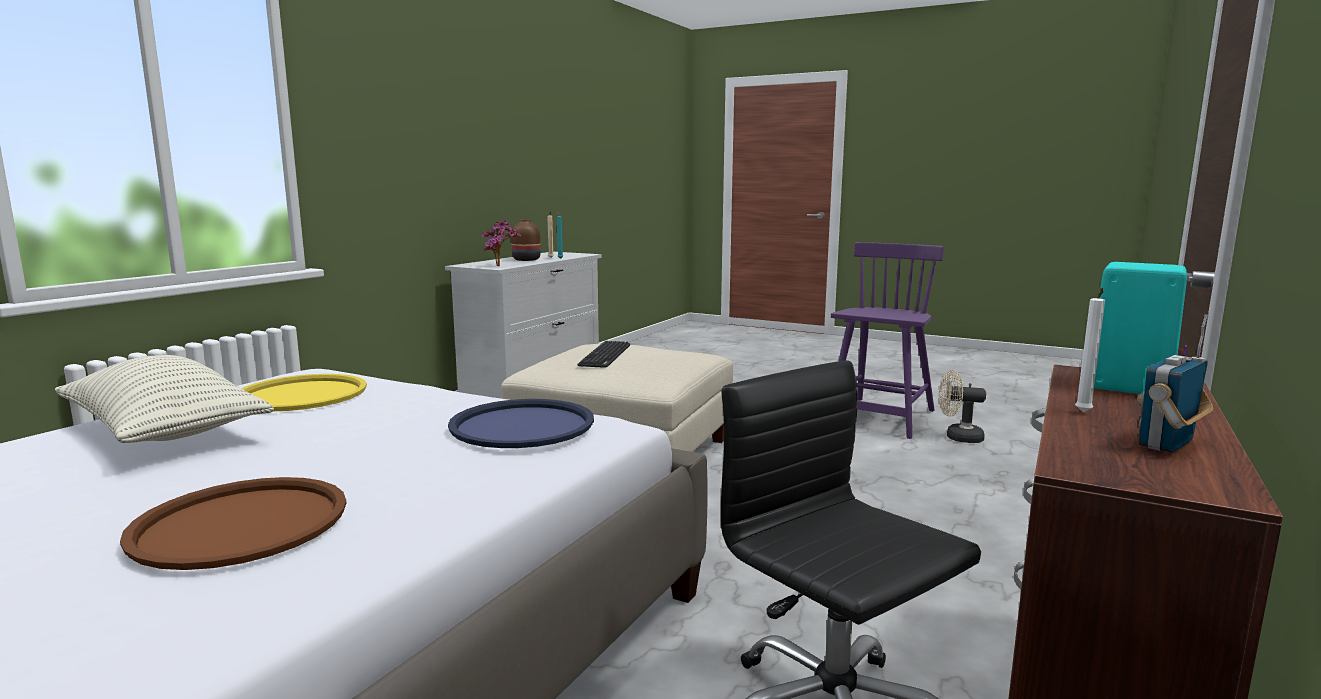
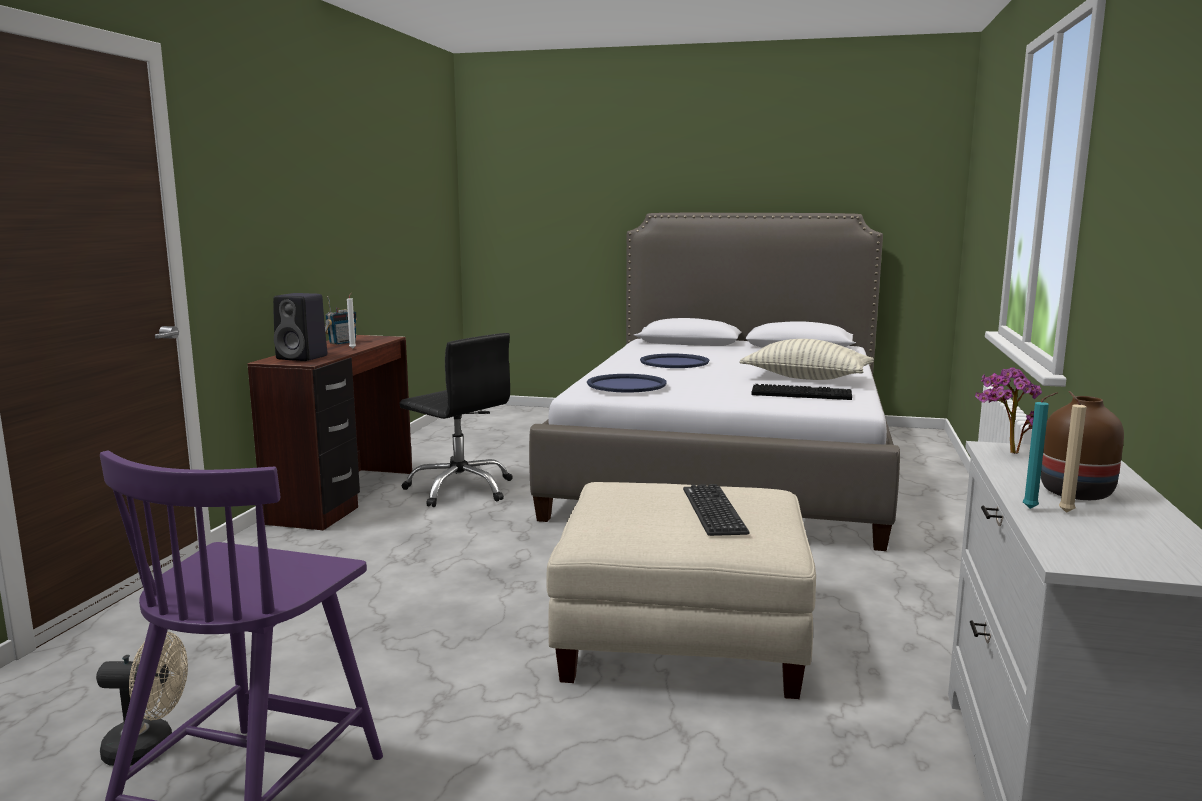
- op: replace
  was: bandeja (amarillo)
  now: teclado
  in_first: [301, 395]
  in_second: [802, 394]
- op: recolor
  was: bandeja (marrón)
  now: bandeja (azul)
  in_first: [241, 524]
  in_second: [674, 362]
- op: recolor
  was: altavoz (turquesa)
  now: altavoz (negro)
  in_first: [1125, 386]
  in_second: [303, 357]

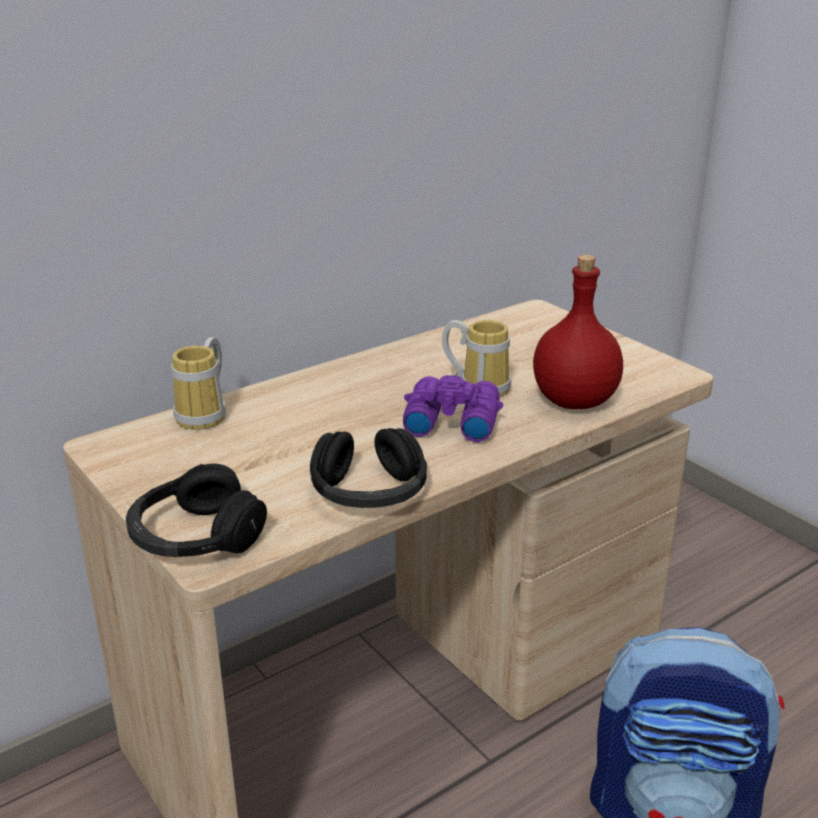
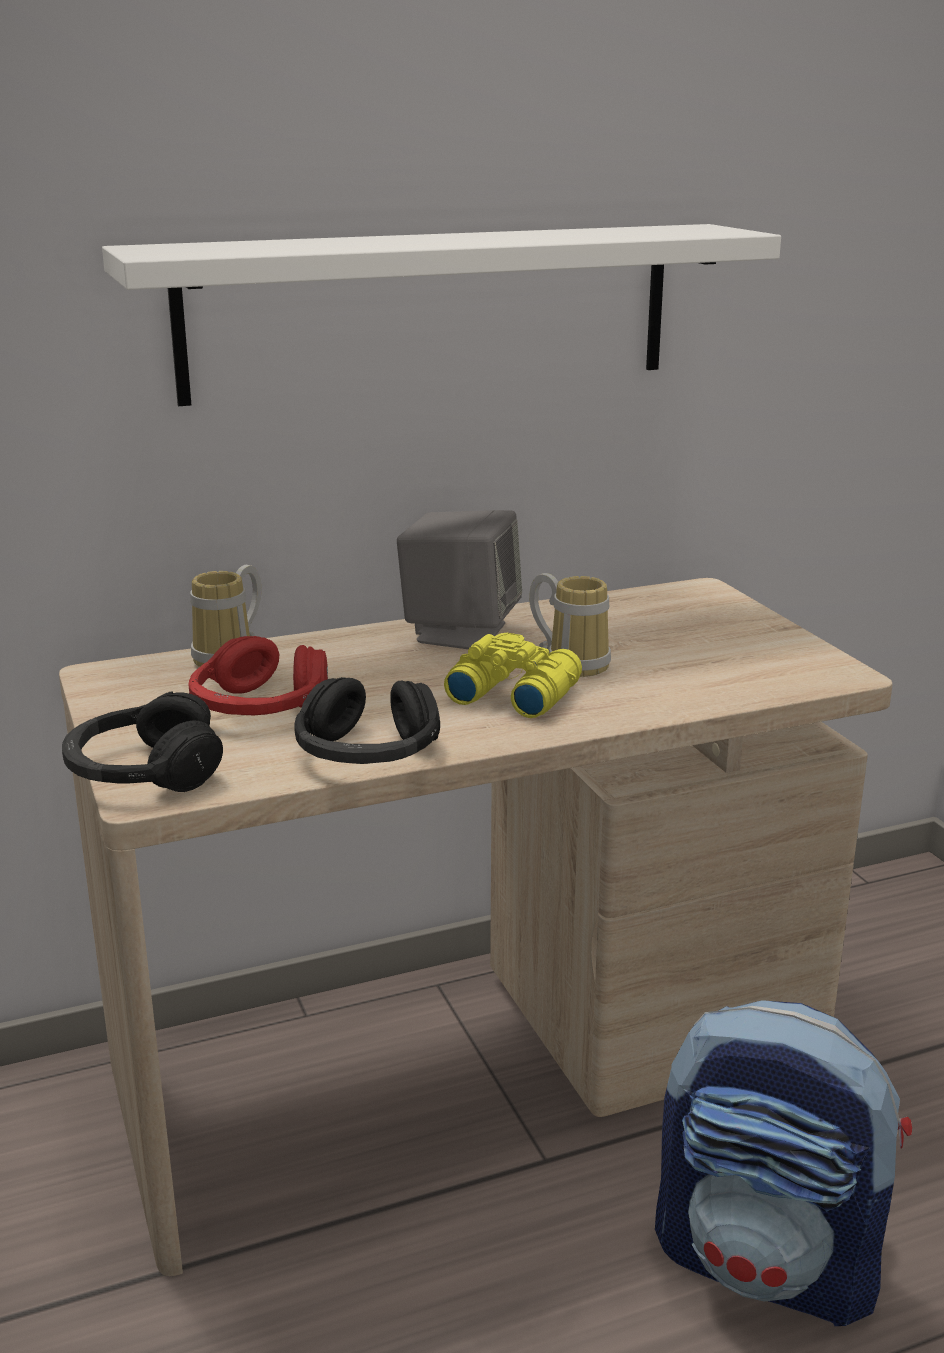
- op: delete
  was: botella (rojo)
  in_first: [572, 401]
- op: insert
  now: estante (blanco)
  in_second: [431, 311]
- op: insert
  now: auriculares (rojo)
  in_second: [259, 708]
- op: insert
  now: altavoz (gris)
  in_second: [460, 632]
- op: recolor
  was: prismáticos (morado)
  now: prismáticos (amarillo)
  in_first: [450, 421]
  in_second: [512, 693]

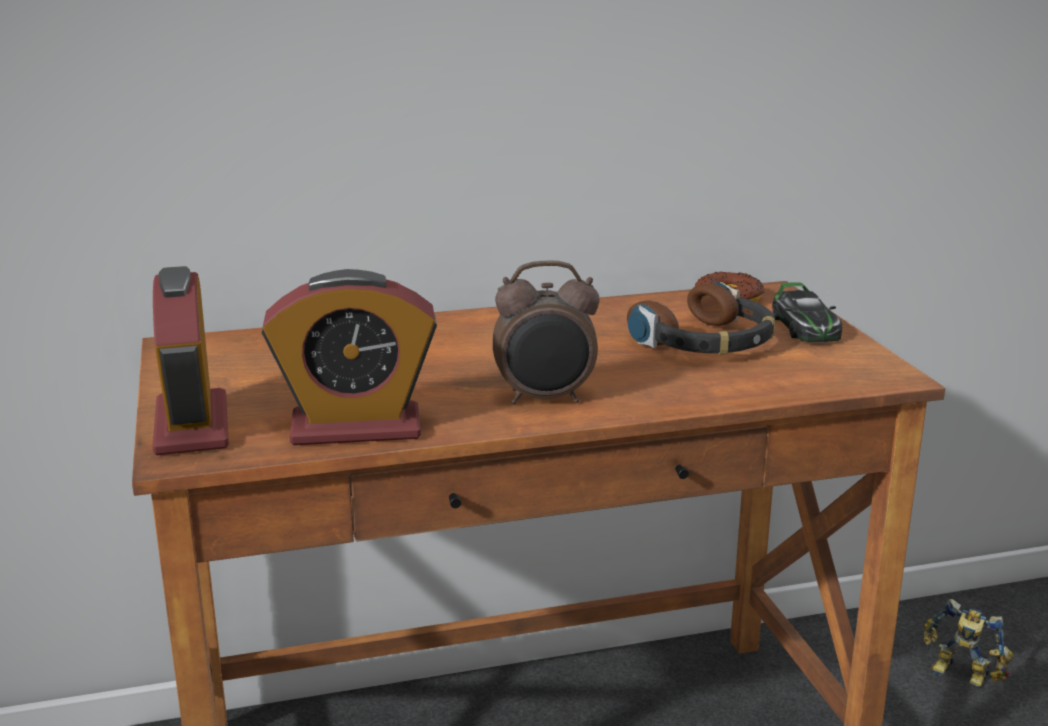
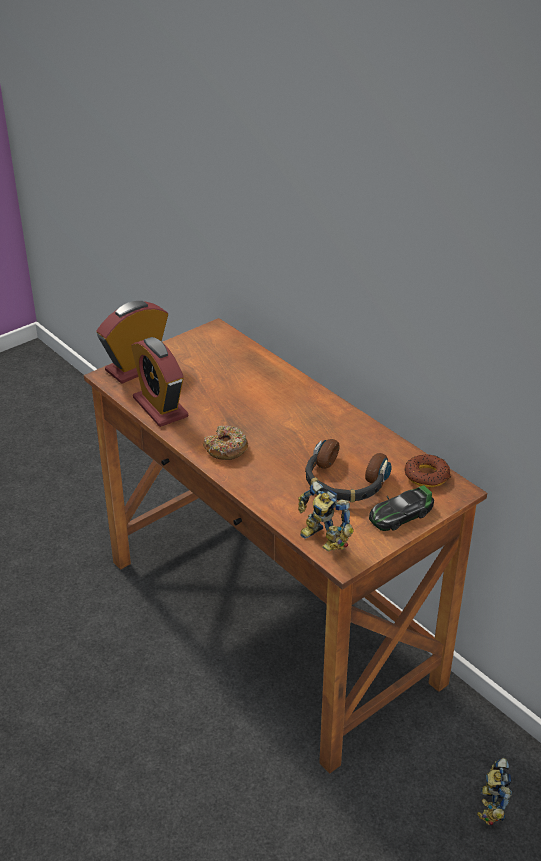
- op: insert
  now: robot de juguete
  in_second: [321, 540]
- op: replace
  was: despertador
  now: rosquilla
  in_first: [545, 399]
  in_second: [226, 449]

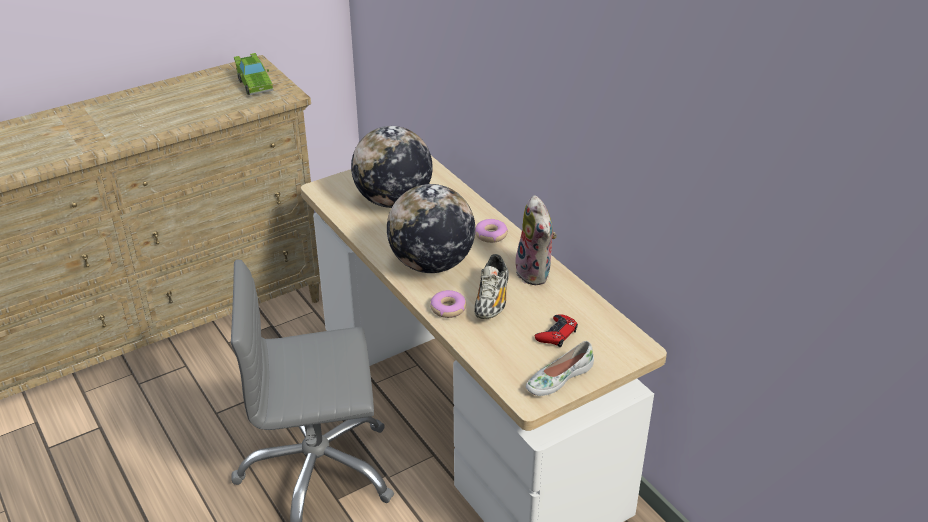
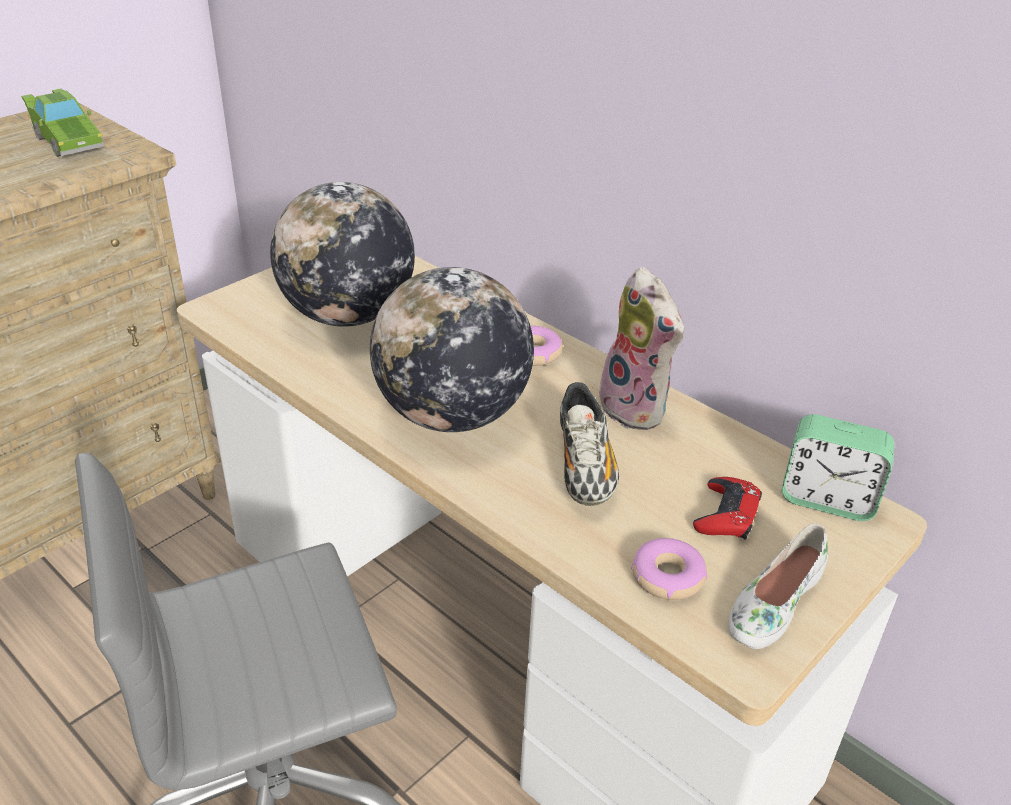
- op: insert
  now: despertador
  in_second: [827, 499]
- op: move
  was: rosquilla
  in_first: [448, 308]
  in_second: [667, 577]

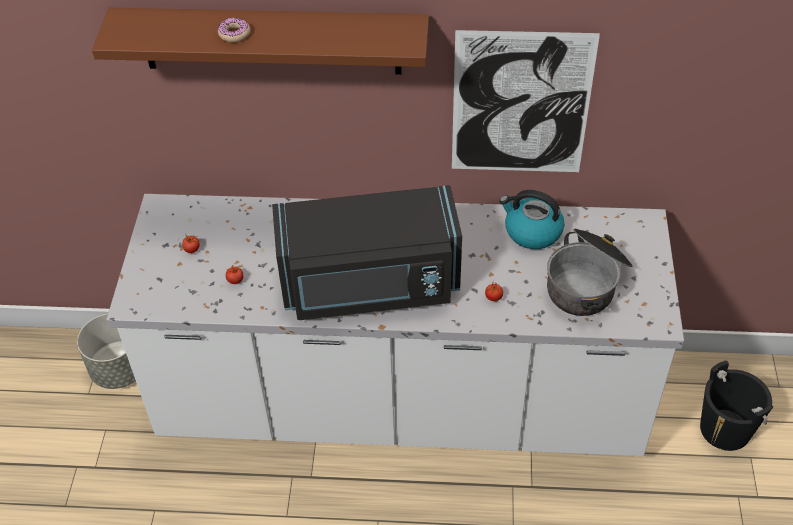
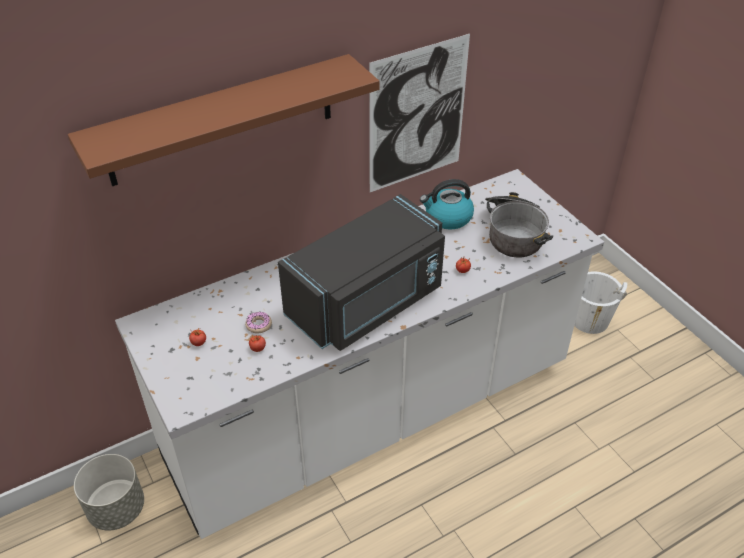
- op: move
  was: rosquilla
  in_first: [234, 34]
  in_second: [259, 325]
- op: recolor
  was: cubo (negro)
  now: cubo (blanco)
  in_first: [725, 429]
  in_second: [589, 320]

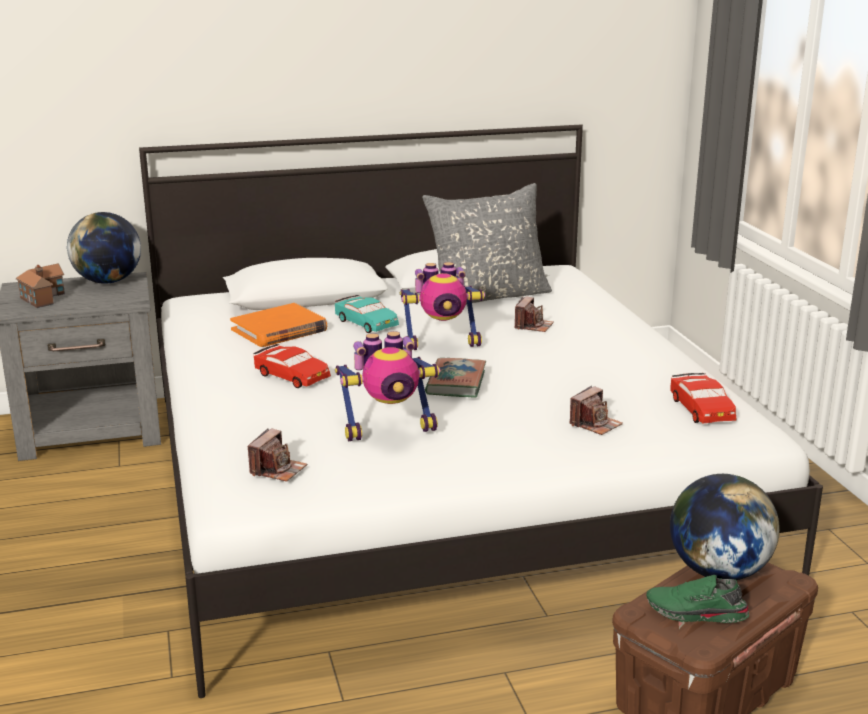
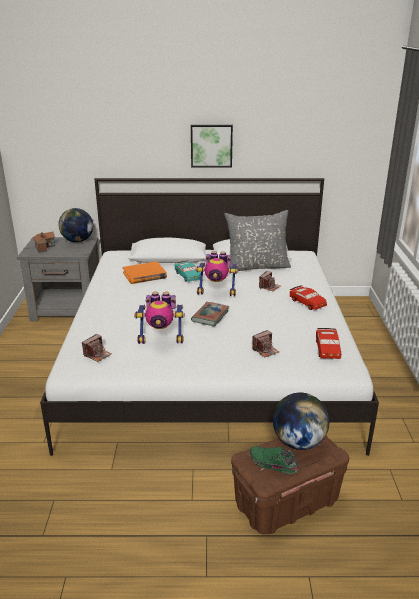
- op: insert
  now: cuadro
  in_second: [211, 145]
- op: move
  was: coche de juguete (rojo)
  in_first: [292, 375]
  in_second: [307, 302]

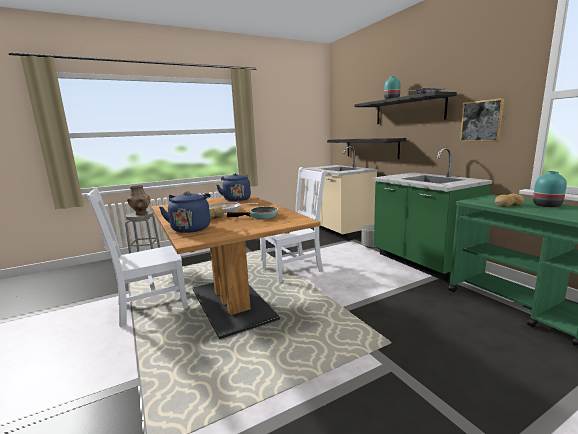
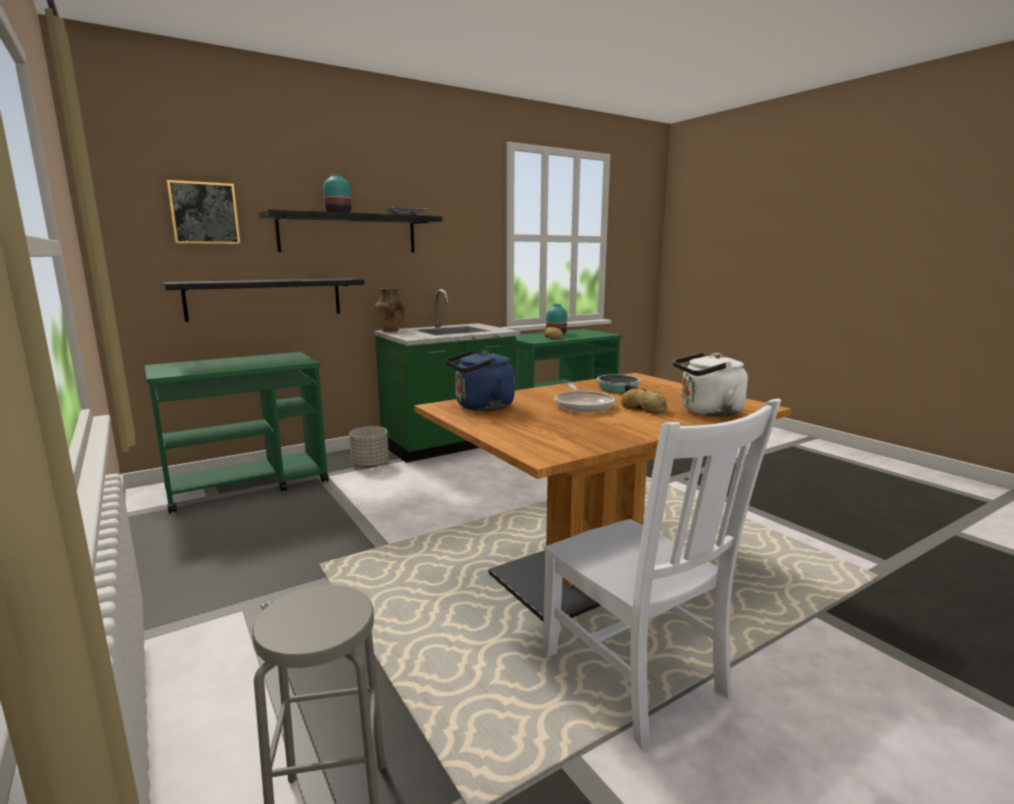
- op: delete
  was: silla (blanco)
  in_first: [294, 269]
- op: move
  was: florero (marrón)
  in_first: [141, 214]
  in_second: [390, 330]
- op: move
  was: cuadro
  in_first: [481, 121]
  in_second: [204, 213]
- op: replace
  was: mueble bajo de cocina (beis)
  now: carrito (verde)
  in_first: [337, 230]
  in_second: [249, 485]
- op: recolor
  was: hervidor (azul)
  now: hervidor (blanco)
  in_first: [191, 228]
  in_second: [707, 412]

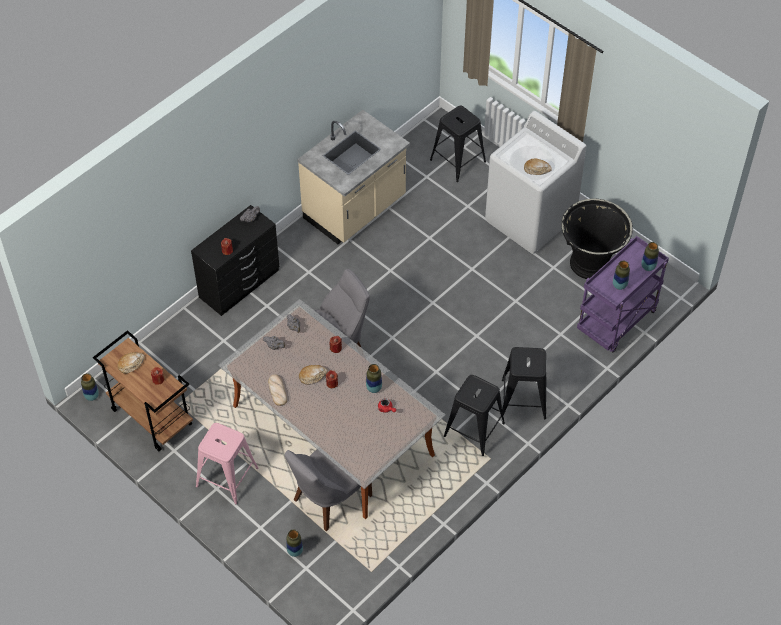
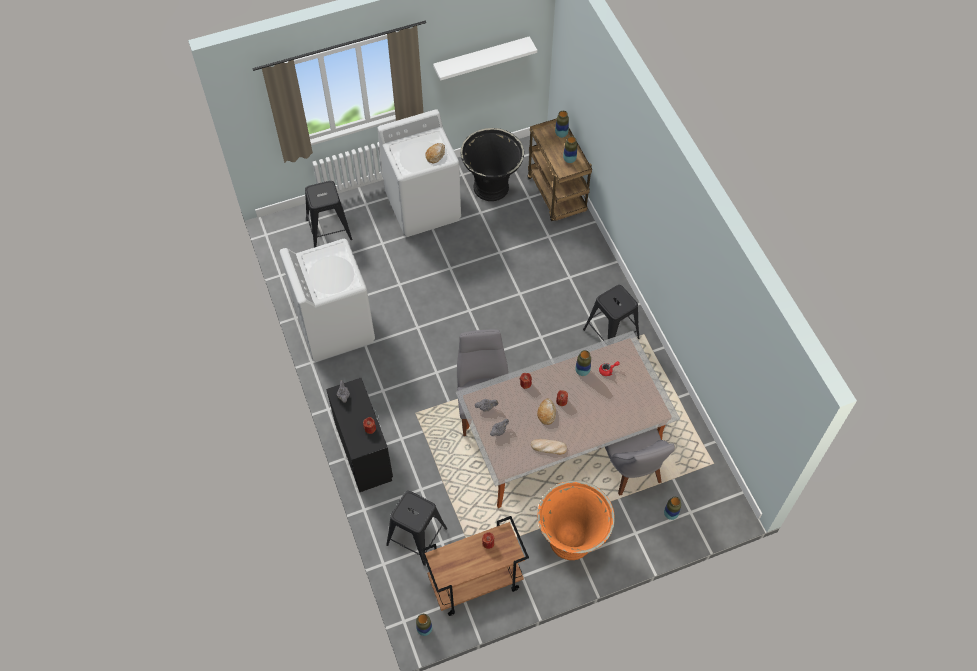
- op: delete
  was: pan
  in_first: [131, 364]
- op: insert
  now: estante (blanco)
  in_second: [481, 58]
- op: move
  was: taburete (negro)
  in_first: [524, 399]
  in_second: [417, 536]
- op: replace
  was: taburete (rosa)
  now: maceta (naranja)
  in_first: [227, 477]
  in_second: [571, 540]
- op: replace
  was: mueble bajo de cocina (beis)
  now: lavadora (blanco)
  in_first: [355, 209]
  in_second: [335, 326]
- op: recolor
  was: carrito (morado)
  now: carrito (marrón)
  in_first: [616, 323]
  in_second: [557, 196]

